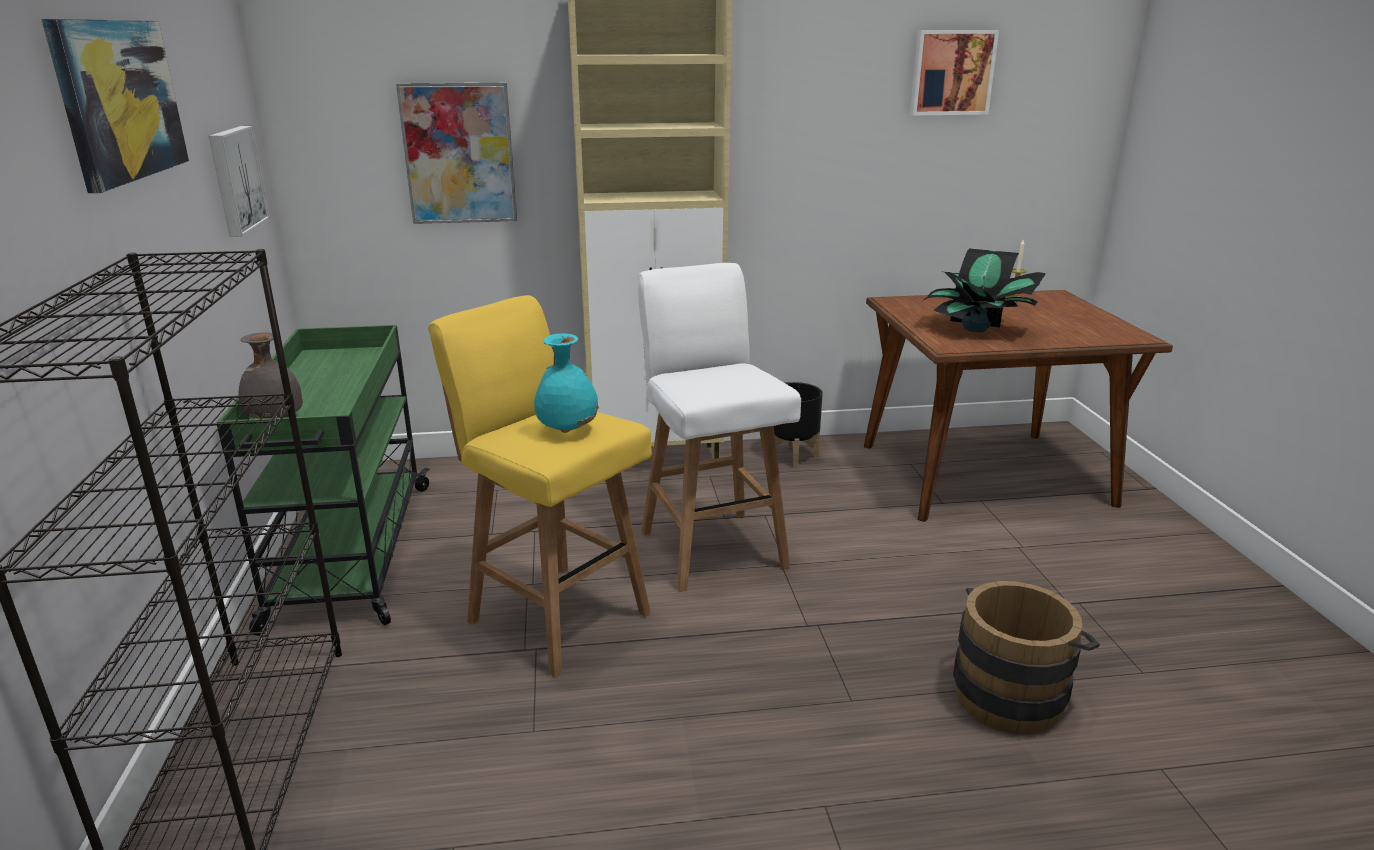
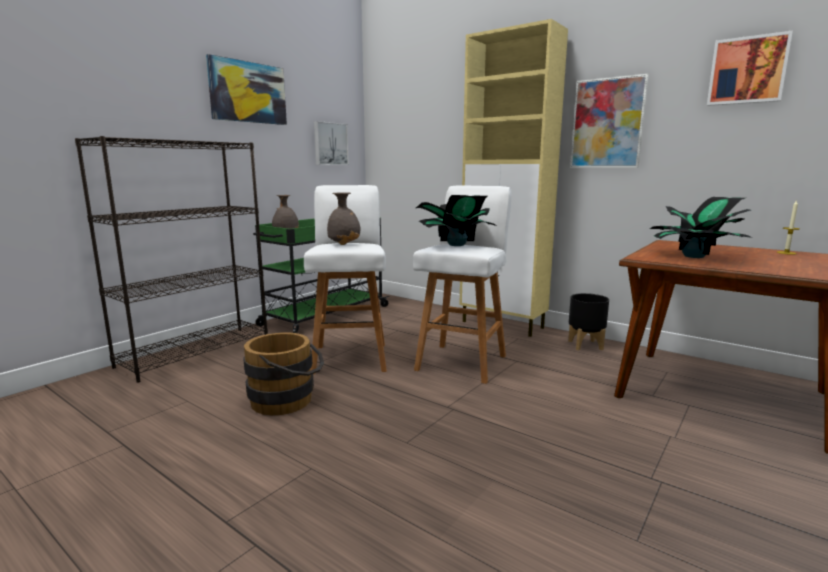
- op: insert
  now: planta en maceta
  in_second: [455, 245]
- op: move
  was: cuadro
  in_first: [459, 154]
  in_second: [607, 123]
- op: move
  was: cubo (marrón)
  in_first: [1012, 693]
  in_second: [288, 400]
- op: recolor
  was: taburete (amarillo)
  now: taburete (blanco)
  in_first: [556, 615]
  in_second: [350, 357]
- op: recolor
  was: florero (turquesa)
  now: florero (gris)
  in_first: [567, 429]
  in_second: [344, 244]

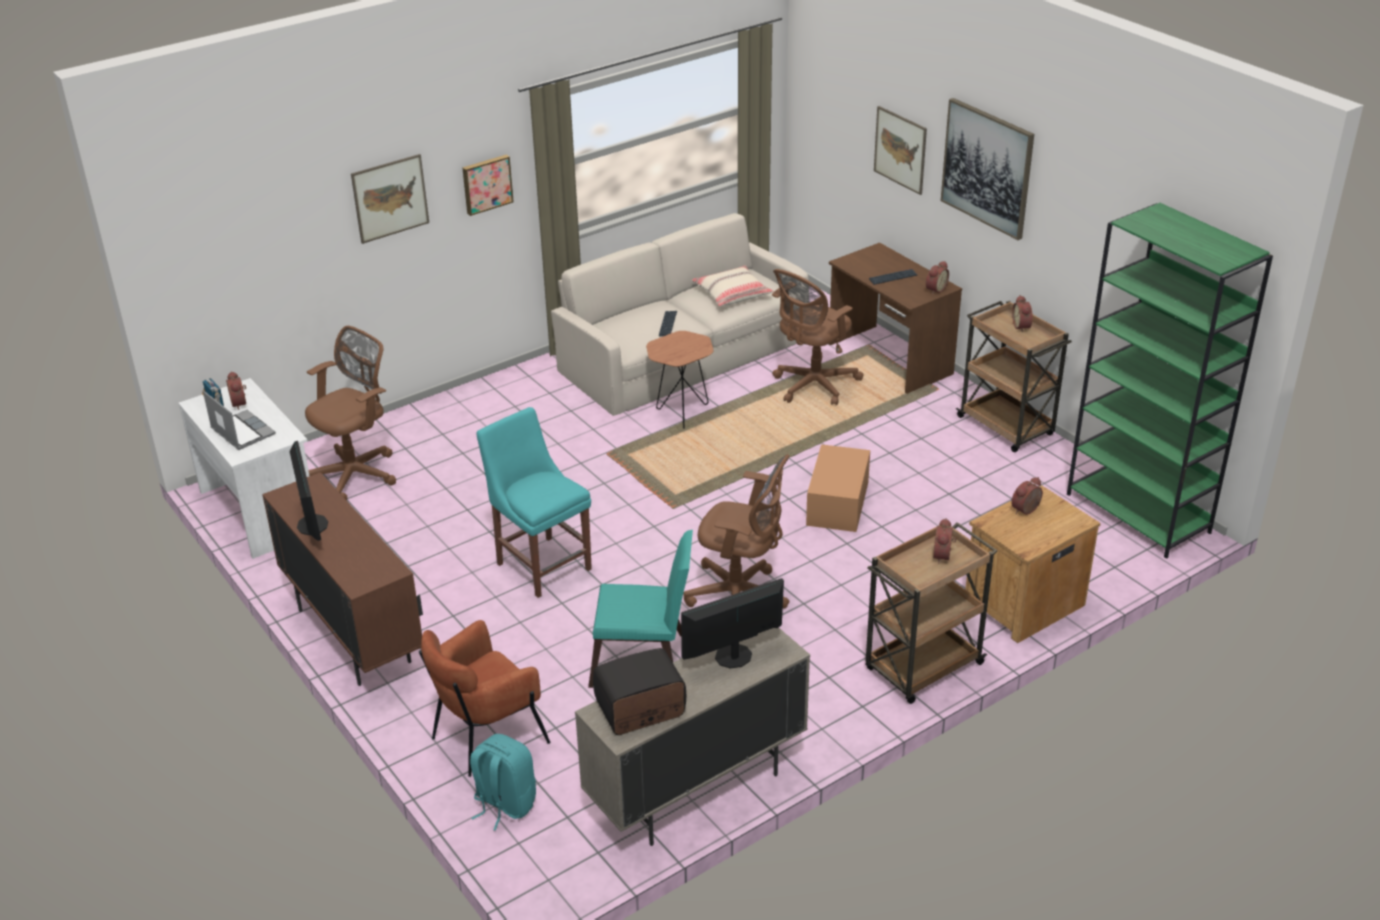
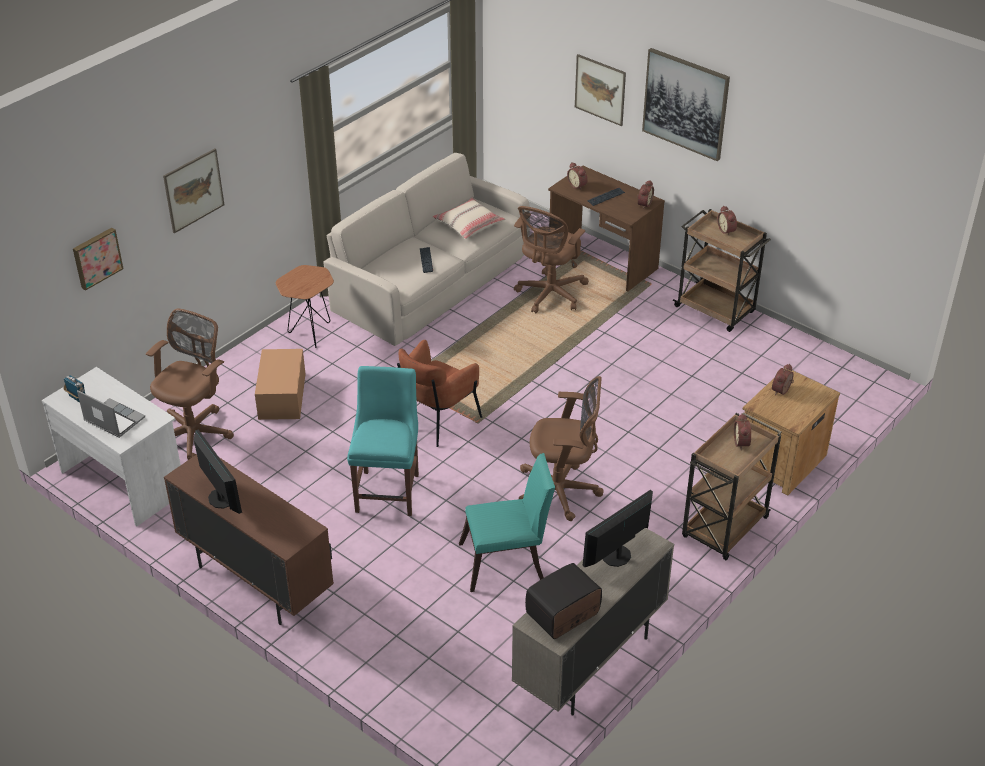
- op: delete
  was: mochila (turquesa)
  in_first: [504, 804]
- op: delete
  was: estantería (verde)
  in_first: [1138, 513]
- op: move
  was: despertador
  in_first: [240, 403]
  in_second: [578, 185]
- op: move
  was: sillón (marrón)
  in_first: [487, 737]
  in_second: [437, 420]
- op: move
  was: cuadro
  in_first: [486, 184]
  in_second: [96, 257]
- op: move
  was: mesa auxiliar (marrón)
  in_first: [681, 414]
  in_second: [310, 335]
- op: move
  was: caja de cartón
  in_first: [837, 503]
  in_second: [282, 396]
- op: rotate
  was: silla (turquesa)
  in_first: [541, 564]
  in_second: [388, 490]
  clockwise: 60

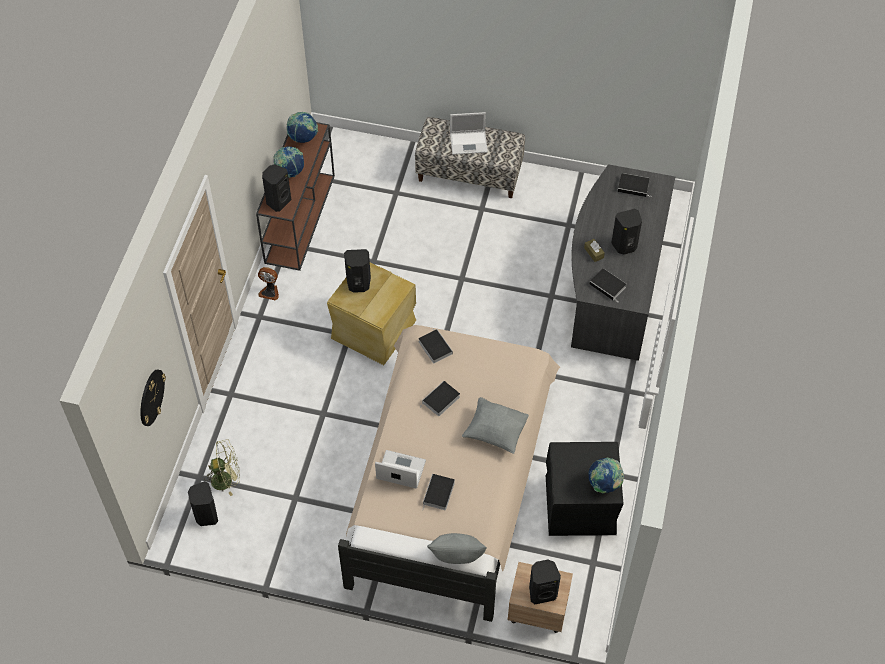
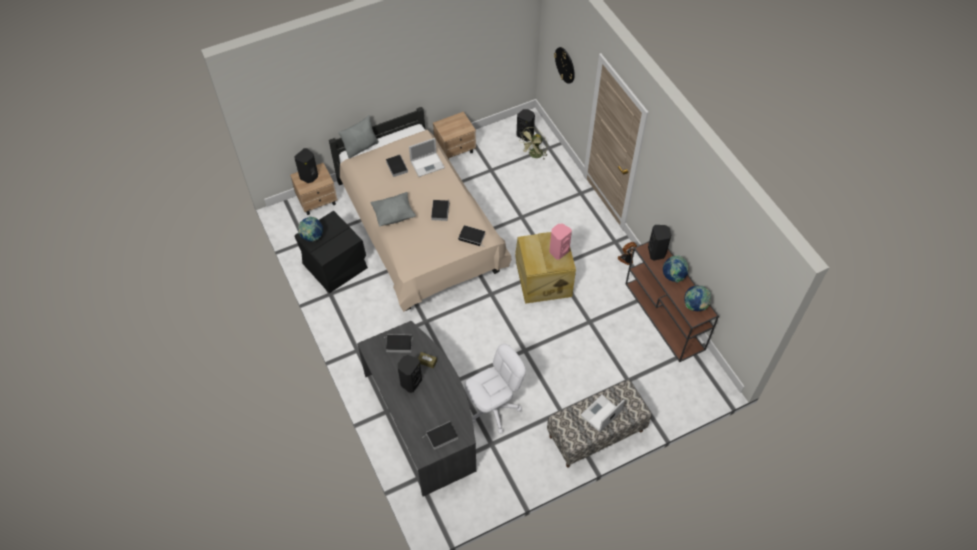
- op: insert
  now: mesita de noche (beis)
  in_second: [455, 149]
- op: insert
  now: silla de oficina (blanco)
  in_second: [493, 409]
- op: recolor
  was: altavoz (negro)
  now: altavoz (rosa)
  in_first: [358, 284]
  in_second: [558, 251]

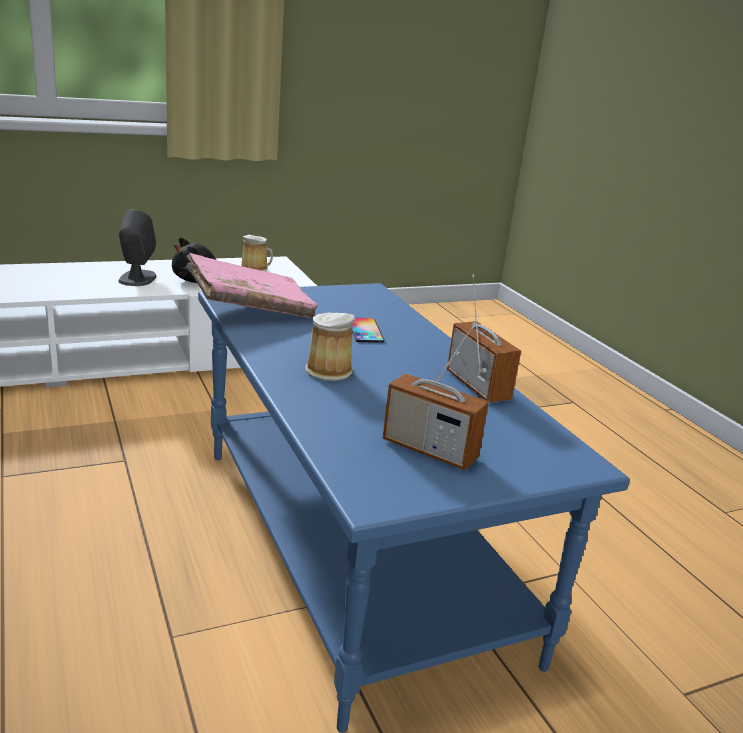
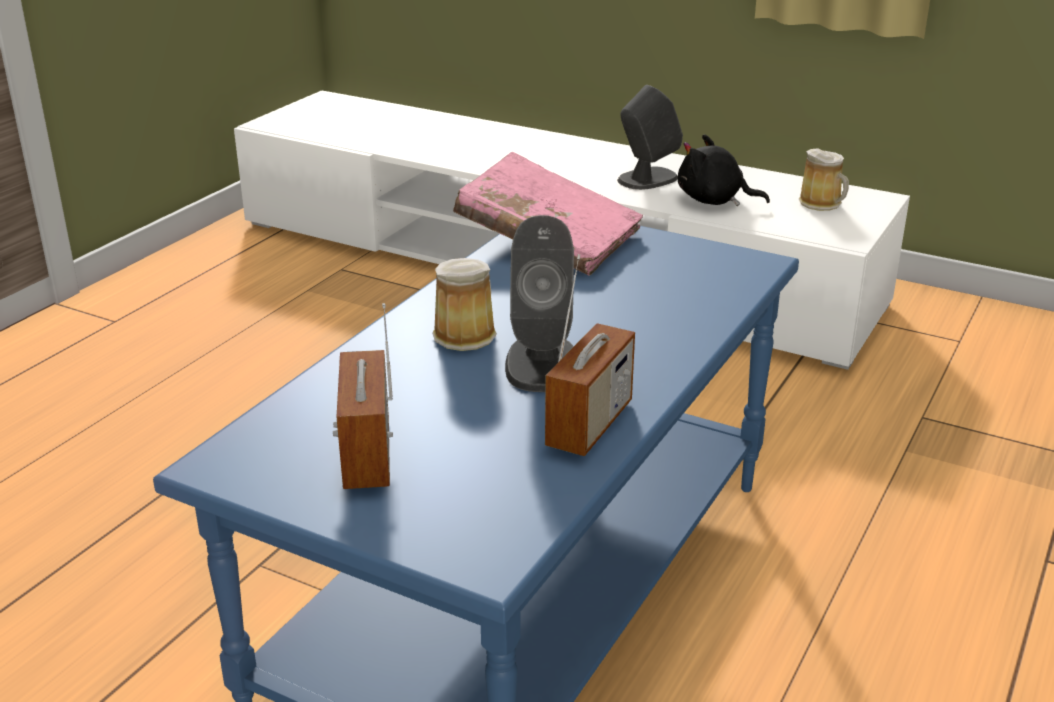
- op: delete
  was: móvil
  in_first: [365, 330]
- op: insert
  now: altavoz (gris)
  in_second: [542, 364]

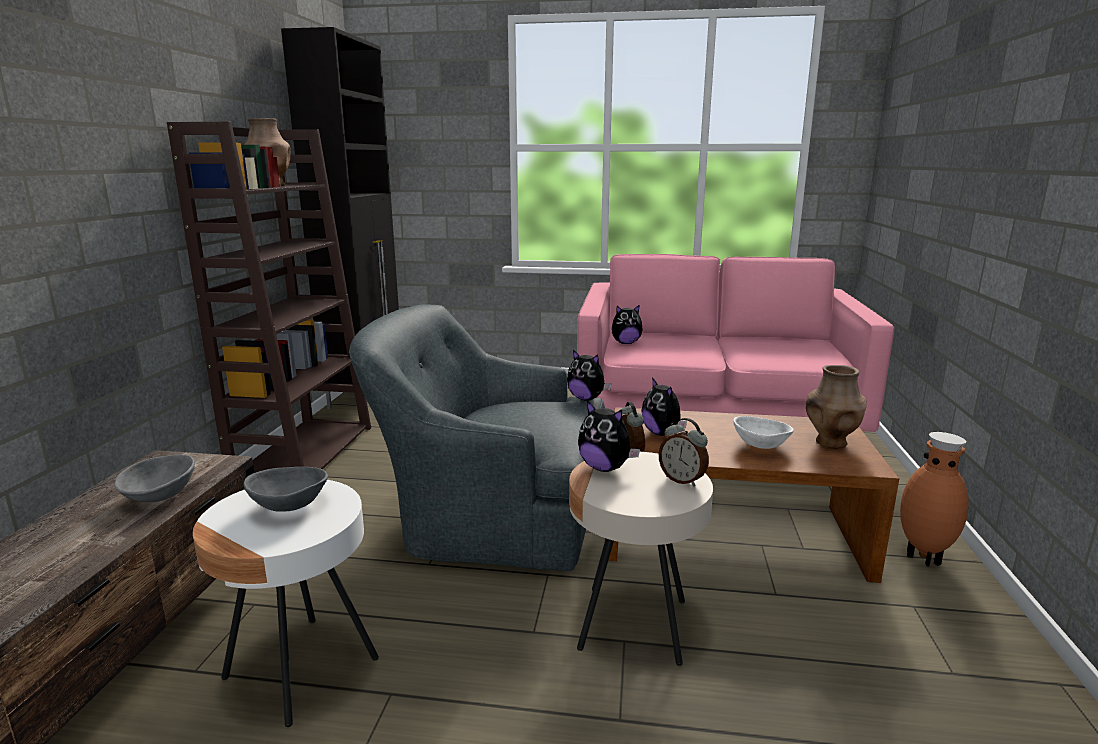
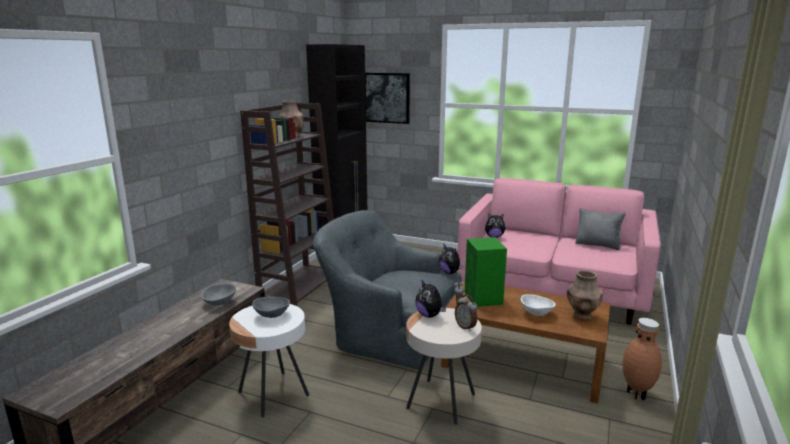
- op: insert
  now: cuadro
  in_second: [387, 98]
- op: insert
  now: cojín (gris)
  in_second: [597, 245]
- op: replace
  was: peluche
  now: altavoz (verde)
  in_first: [662, 433]
  in_second: [483, 298]

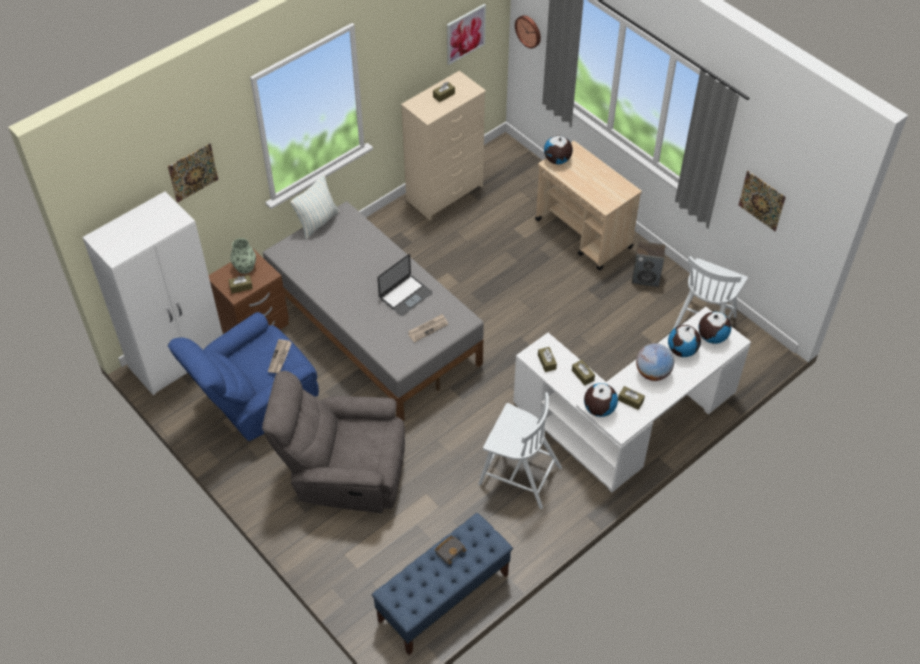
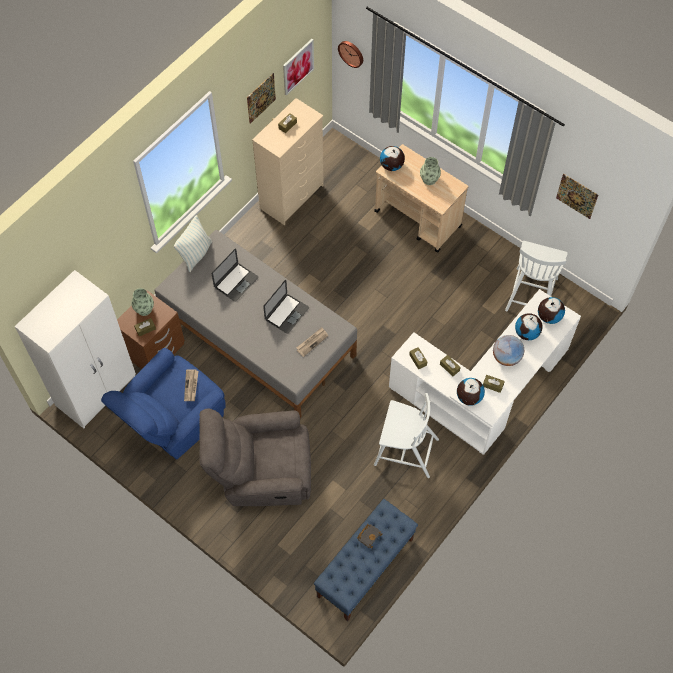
- op: delete
  was: altavoz
  in_first: [646, 278]
- op: insert
  now: portátil
  in_second: [236, 282]
- op: insert
  now: florero
  in_second: [429, 179]
- op: move
  was: cuadro
  in_first: [193, 172]
  in_second: [261, 98]

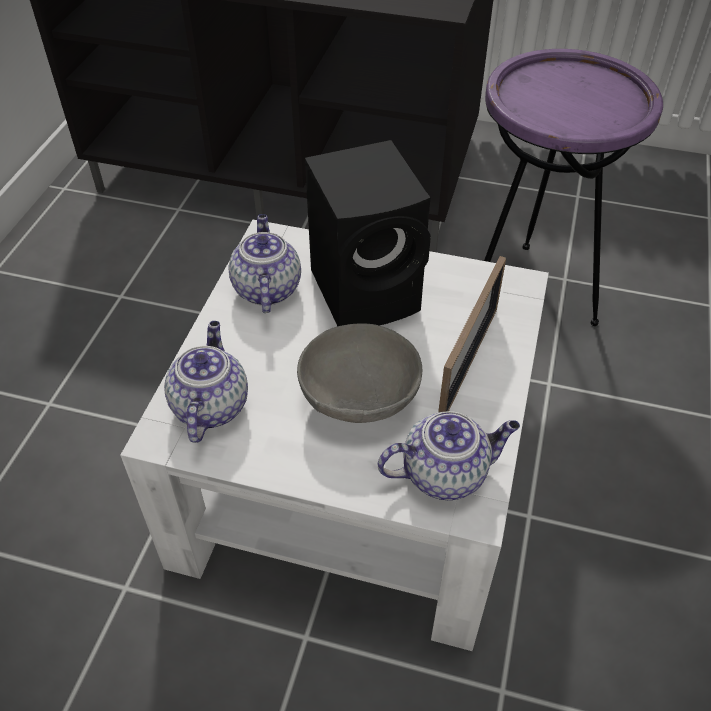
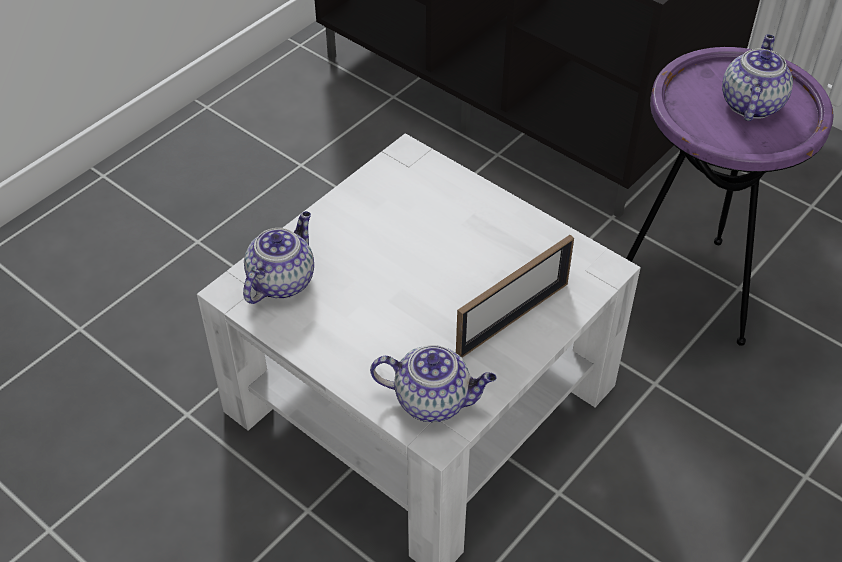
- op: delete
  was: cuenco (gris)
  in_first: [361, 399]
- op: delete
  was: altavoz (negro)
  in_first: [369, 291]
- op: move
  was: tetera
  in_first: [266, 288]
  in_second: [750, 103]

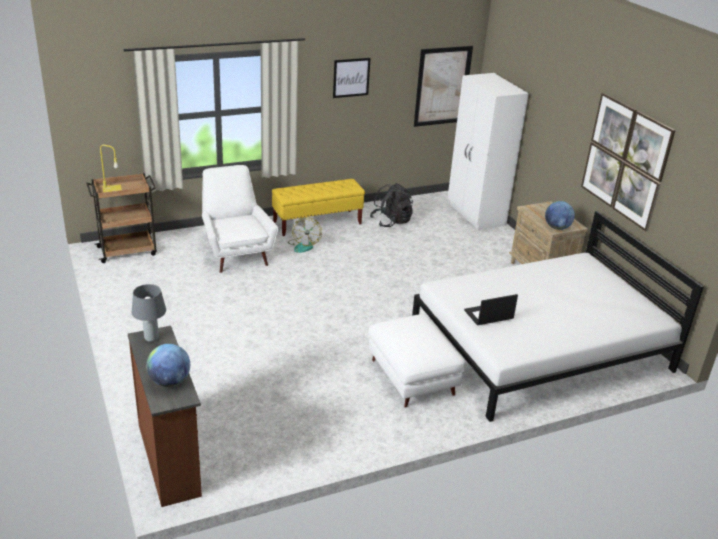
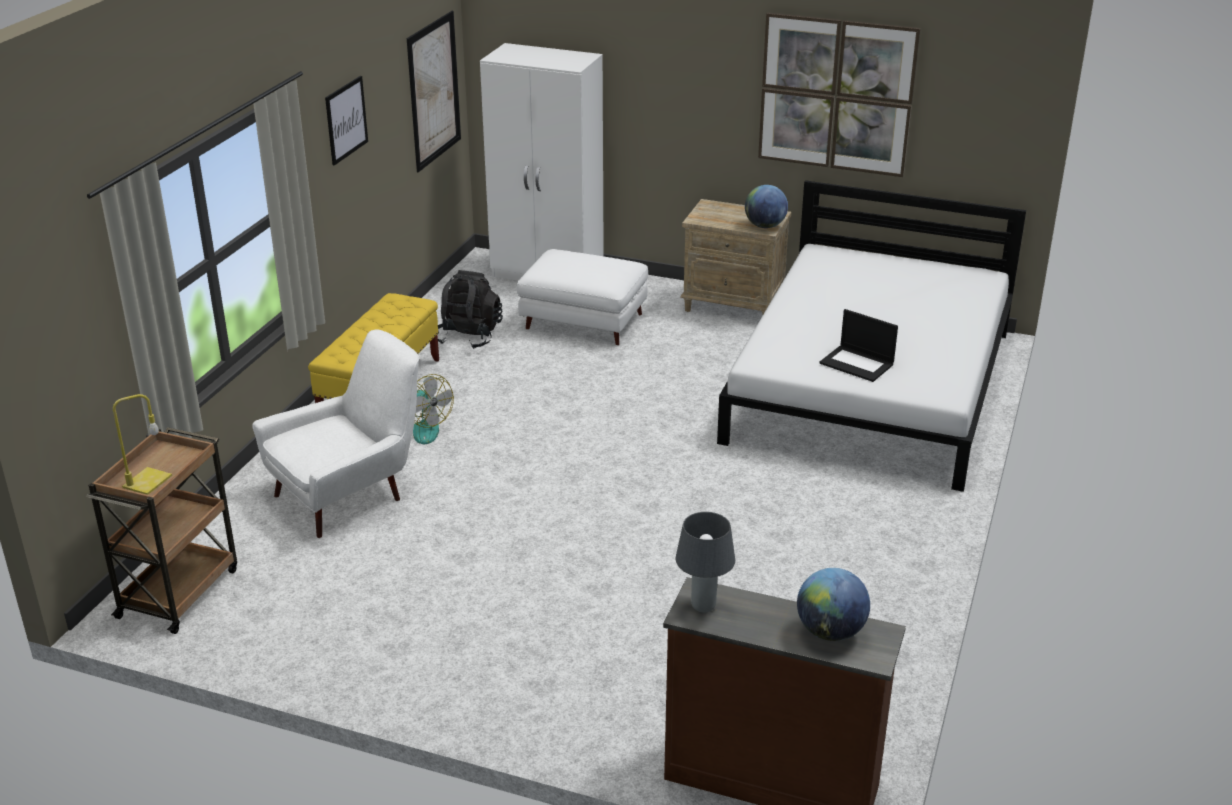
- op: move
  was: puf (blanco)
  in_first: [413, 377]
  in_second: [584, 321]
- op: rotate
  was: sillón (blanco)
  in_first: [236, 253]
  in_second: [349, 494]
  clockwise: 120
- op: rotate
  was: portátil
  in_first: [488, 315]
  in_second: [857, 364]
  clockwise: -75

